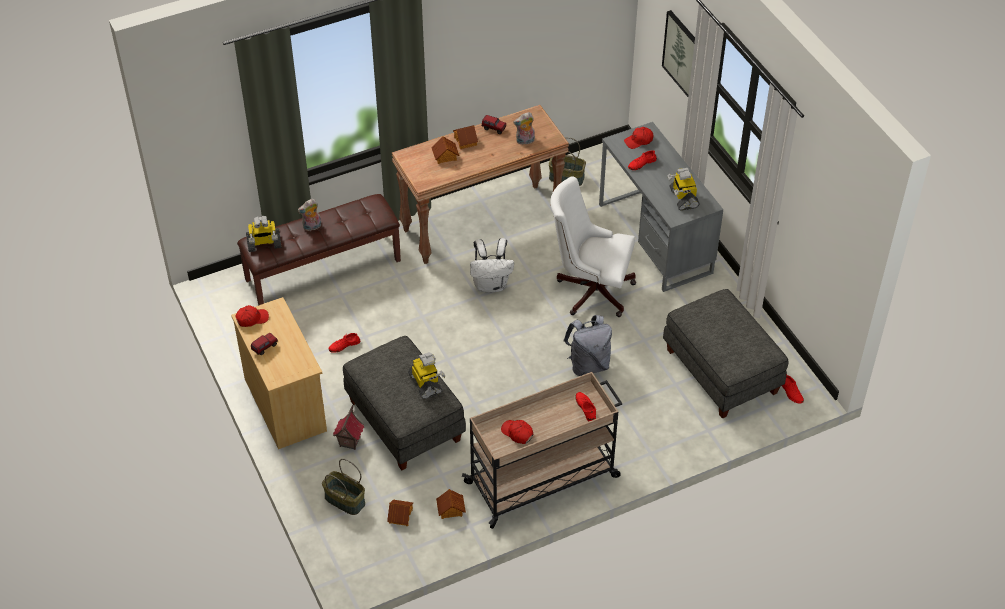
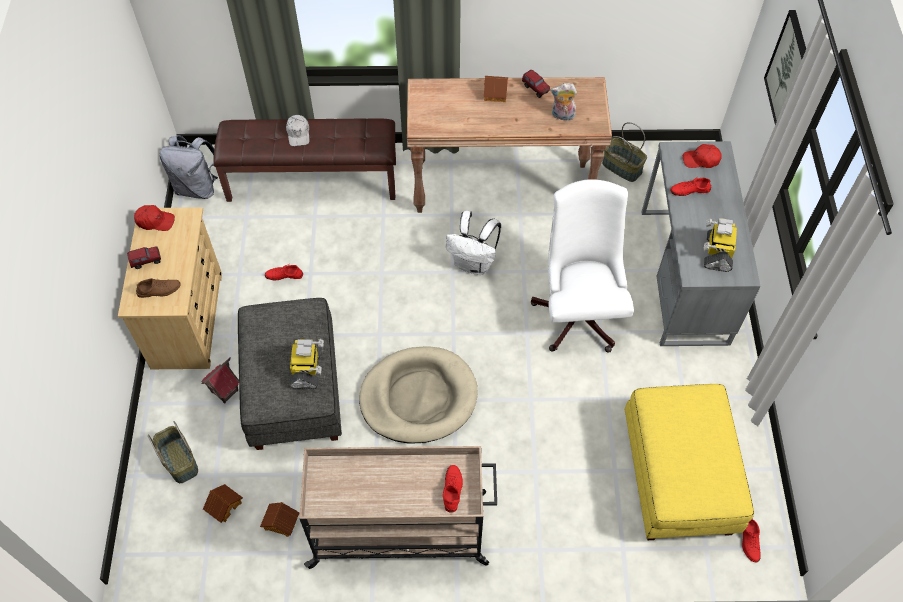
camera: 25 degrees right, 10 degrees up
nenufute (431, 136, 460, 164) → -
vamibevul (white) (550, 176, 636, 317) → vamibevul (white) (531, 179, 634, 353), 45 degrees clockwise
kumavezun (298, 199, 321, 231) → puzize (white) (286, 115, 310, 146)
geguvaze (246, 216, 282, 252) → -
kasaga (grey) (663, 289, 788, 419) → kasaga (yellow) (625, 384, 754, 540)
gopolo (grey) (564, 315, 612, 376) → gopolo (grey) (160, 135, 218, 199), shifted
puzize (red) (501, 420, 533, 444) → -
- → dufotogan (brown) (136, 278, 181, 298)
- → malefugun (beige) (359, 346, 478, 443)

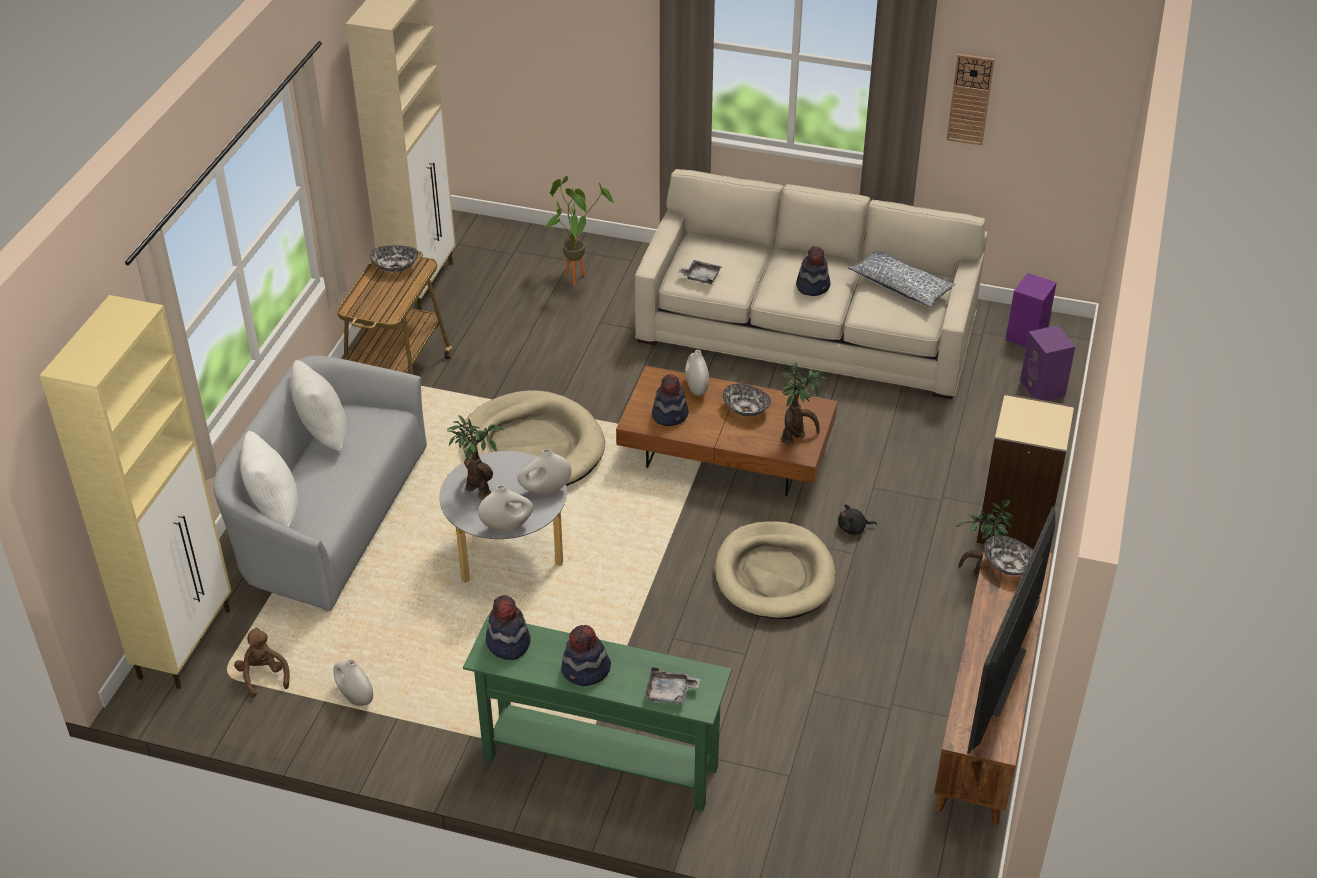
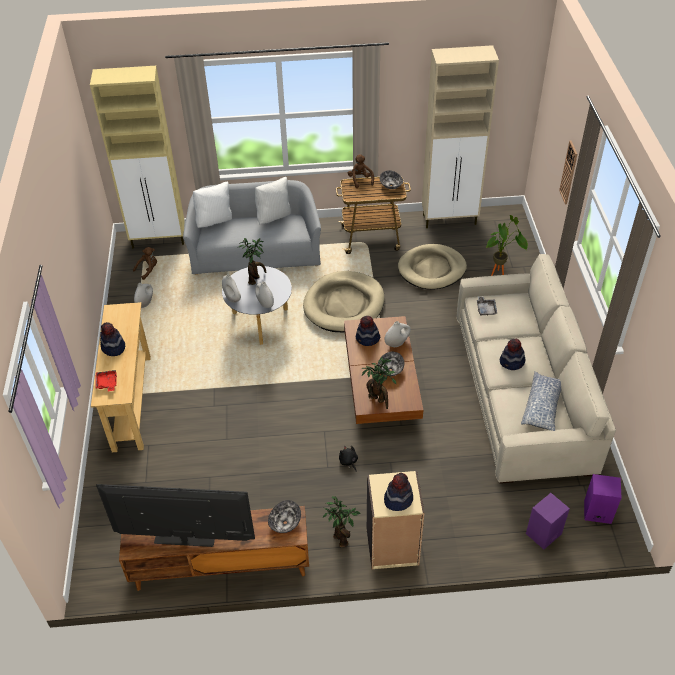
camera: 70 degrees right, 5 degrees up
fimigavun (947, 54, 995, 145) → fimigavun (559, 140, 577, 204), shifted
malefugun (beige) (715, 521, 836, 619) → malefugun (beige) (398, 244, 467, 290), shifted
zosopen (486, 595, 531, 660) → zosopen (384, 473, 413, 511), shifted
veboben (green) (463, 615, 732, 811) → veboben (beige) (91, 302, 151, 452)
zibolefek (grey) (644, 667, 701, 703) → zibolefek (red) (95, 370, 117, 391)
- → kumavezun (brown) (348, 154, 374, 188)

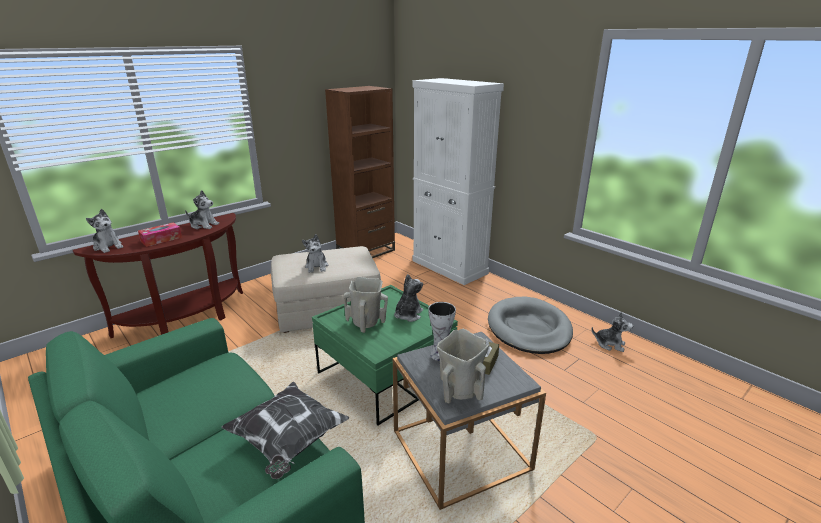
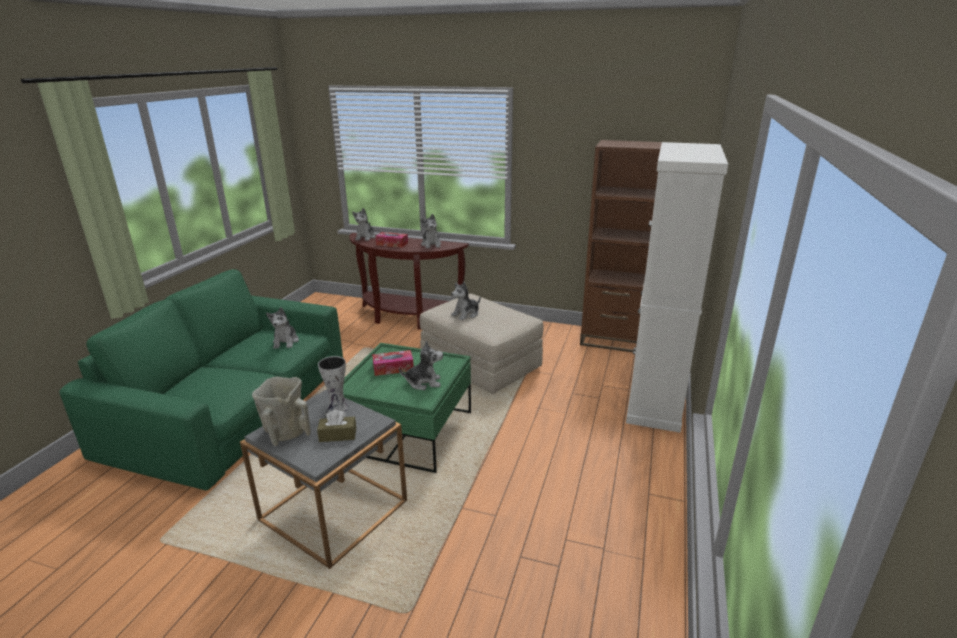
camera: 60 degrees right, 0 degrees up
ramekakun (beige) (343, 277, 388, 333) → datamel (372, 350, 414, 376)
malefugun (grey) (488, 297, 573, 354) → -
kumavezun (592, 312, 633, 352) → kumavezun (266, 307, 299, 349), shifted
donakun (221, 382, 349, 479) → -

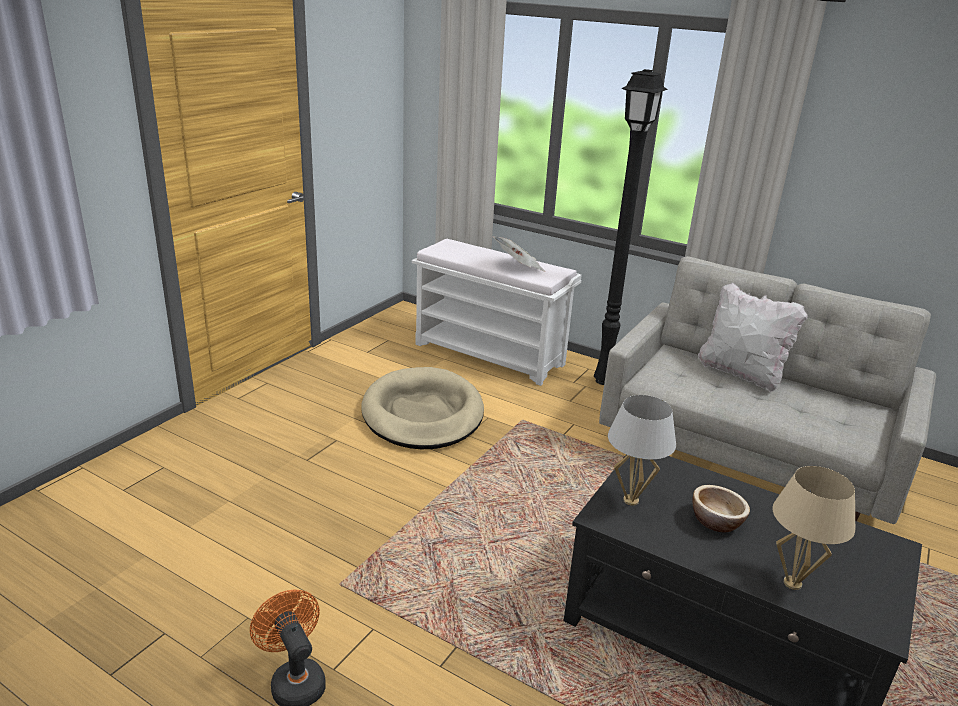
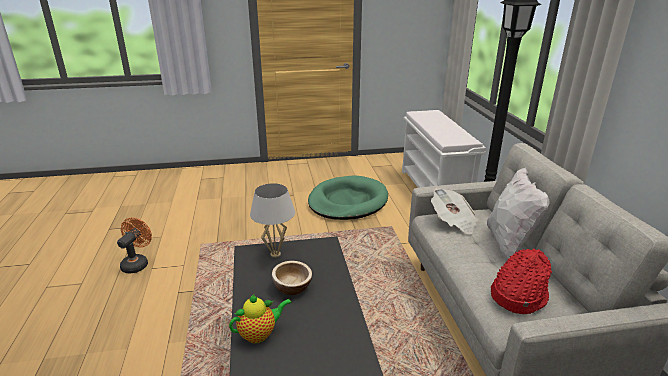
camera: 50 degrees right, 0 degrees up
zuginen (493, 236, 545, 271) → zuginen (431, 188, 479, 235), shifted
malefugun (beige) (361, 367, 484, 449) → malefugun (green) (308, 176, 388, 220)
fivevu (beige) (773, 466, 855, 590) → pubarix (229, 294, 292, 343)
- → zosopen (red) (491, 249, 552, 314)

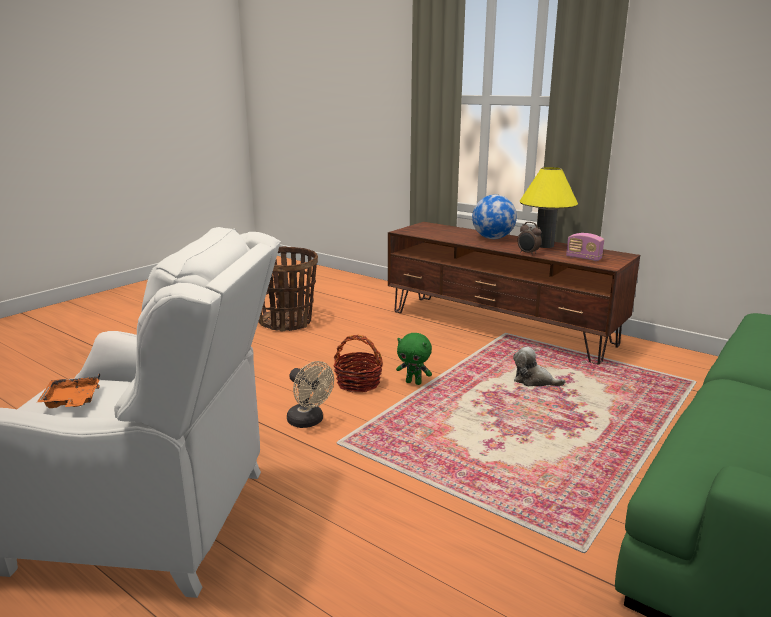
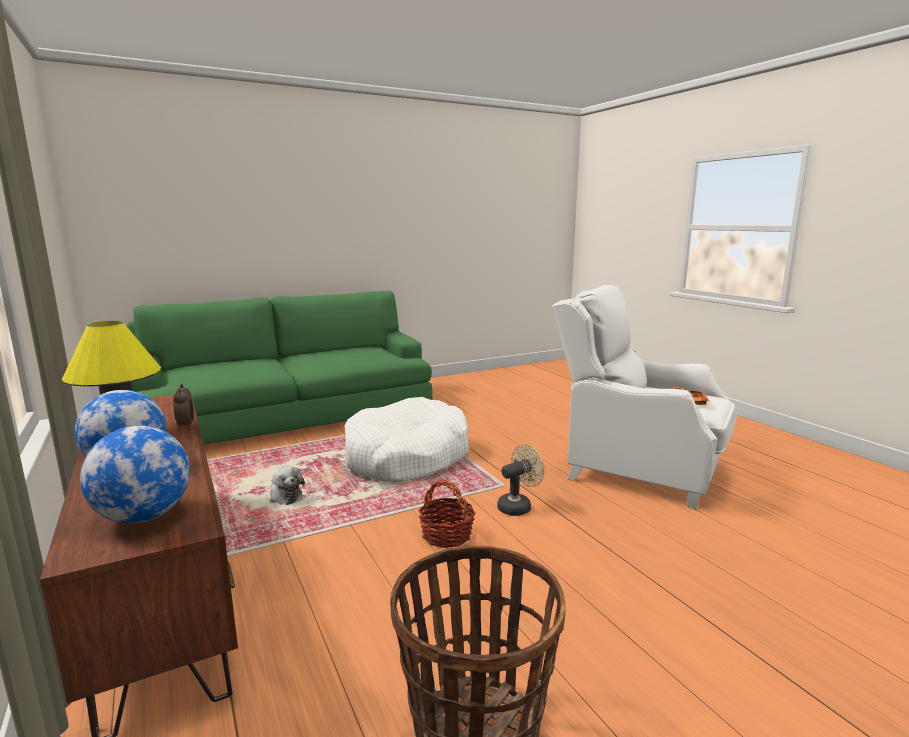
camera: 155 degrees left, 5 degrees down
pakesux (566, 233, 604, 261) → -
kumavezun (green) (396, 333, 432, 385) → -
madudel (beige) (287, 361, 334, 428) → madudel (beige) (497, 444, 544, 516), 75 degrees clockwise
- → malefugun (white) (344, 397, 469, 482)
- → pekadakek (80, 426, 190, 523)

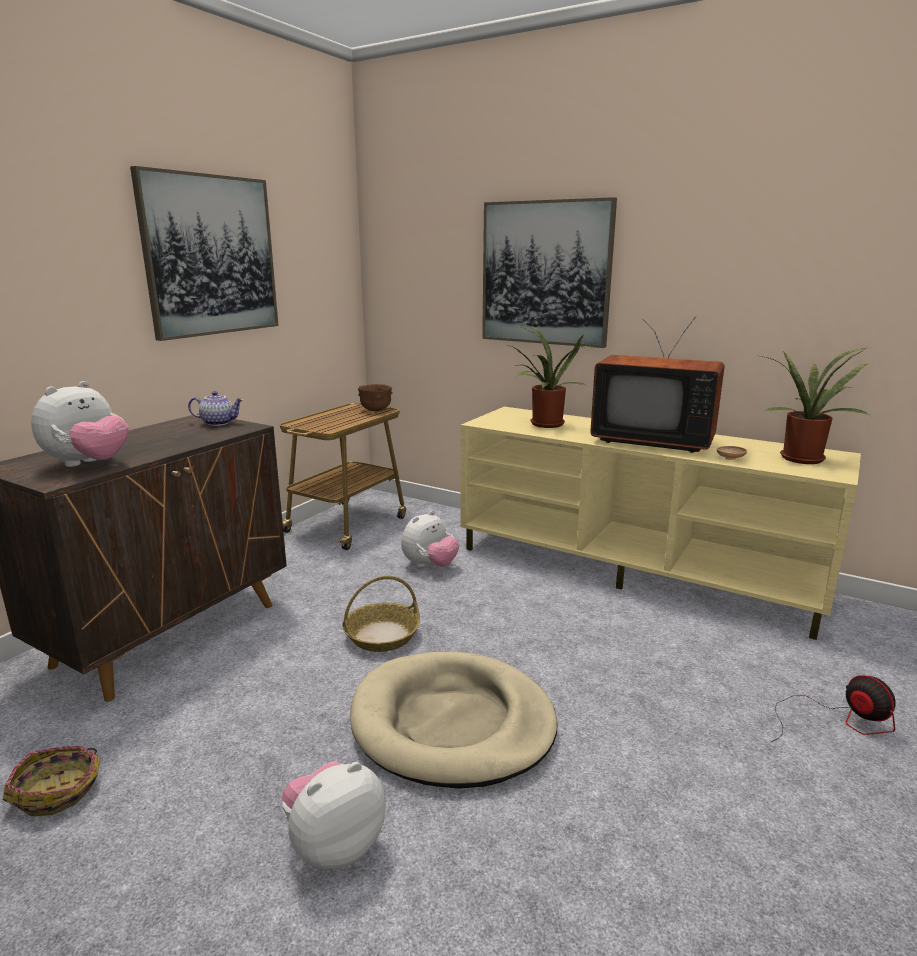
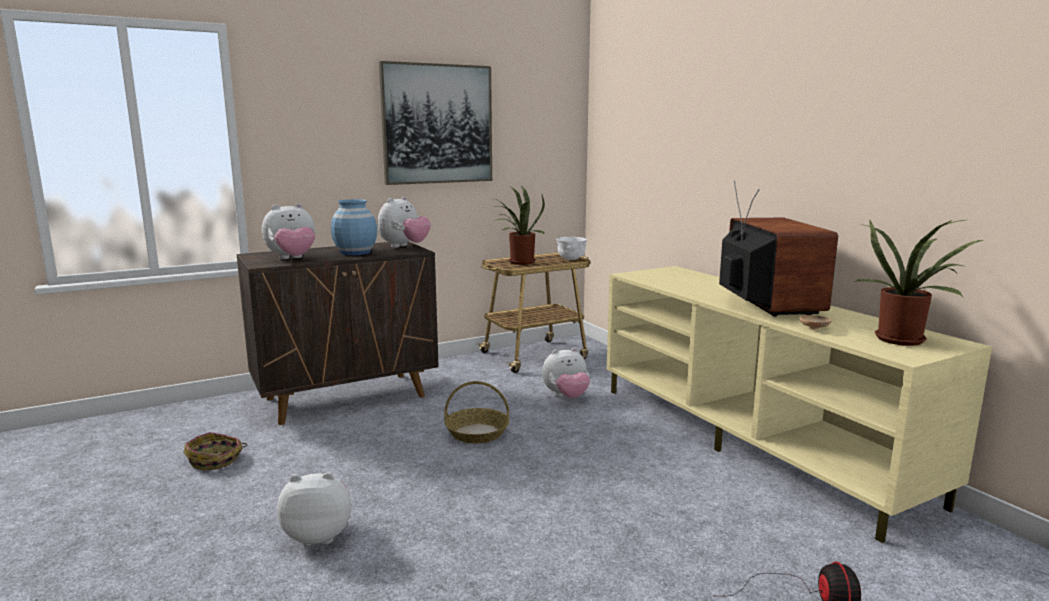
camera: 30 degrees right, 5 degrees down
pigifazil (482, 197, 617, 348) → -
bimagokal (590, 316, 725, 453) → bimagokal (719, 181, 838, 316), 150 degrees counterclockwise
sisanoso (508, 325, 592, 428) → sisanoso (493, 186, 545, 265), shifted
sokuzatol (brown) (358, 384, 393, 411) → sokuzatol (white) (556, 237, 587, 260)
pubarix (188, 391, 243, 426) → kumavezun (378, 196, 431, 248)
malefugun (beige) (350, 652, 557, 789) → -
- → ramekakun (blue) (331, 199, 377, 255)

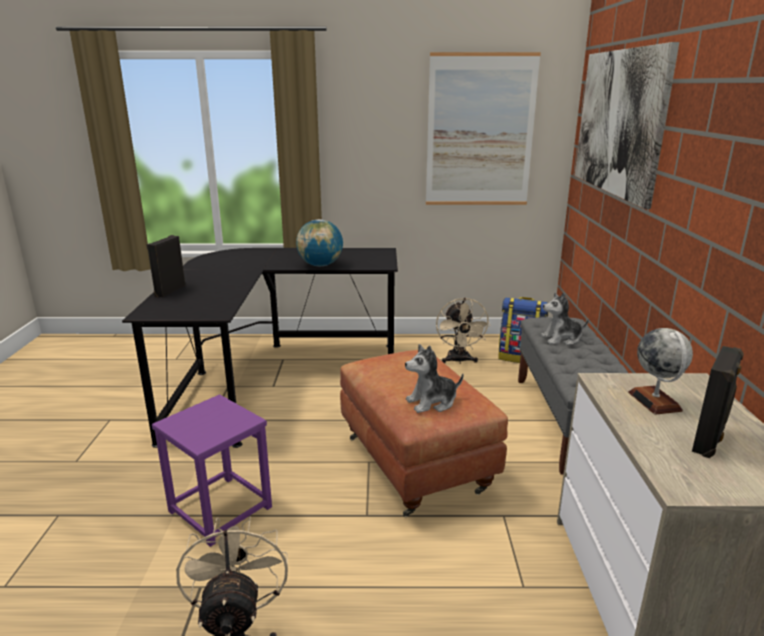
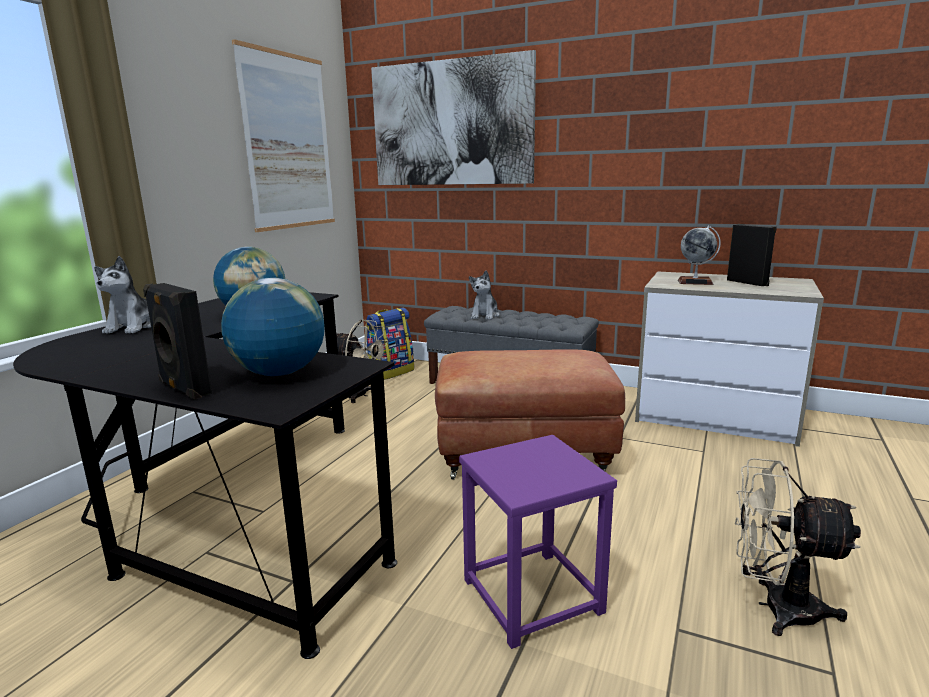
camera: 65 degrees left, 5 degrees down
kumavezun (405, 344, 463, 413) → kumavezun (94, 256, 151, 334), shifted
- → pekadakek (221, 278, 324, 376)

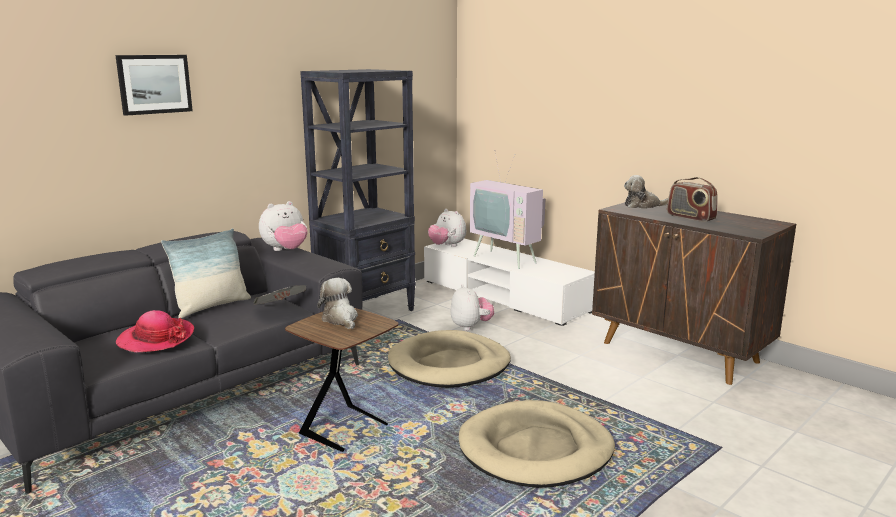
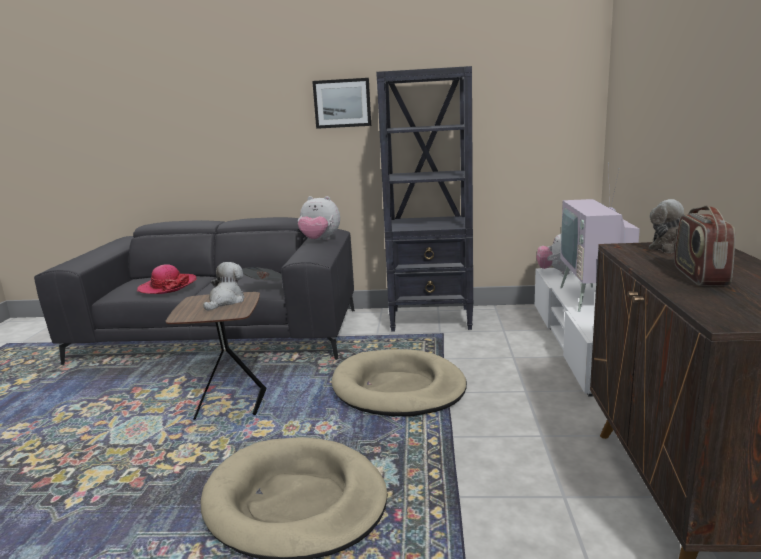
camera: 50 degrees right, 0 degrees up
pigifazil (115, 55, 193, 116) → pigifazil (312, 78, 371, 129), shifted
donakun (161, 228, 251, 318) → -
kumavezun (451, 284, 494, 331) → -

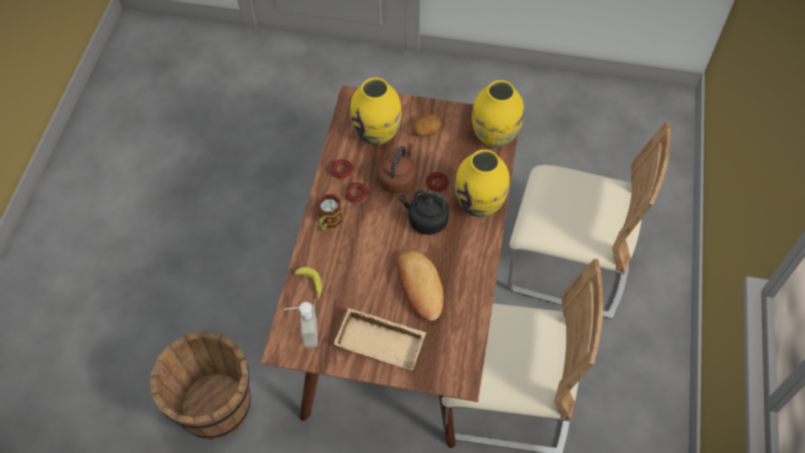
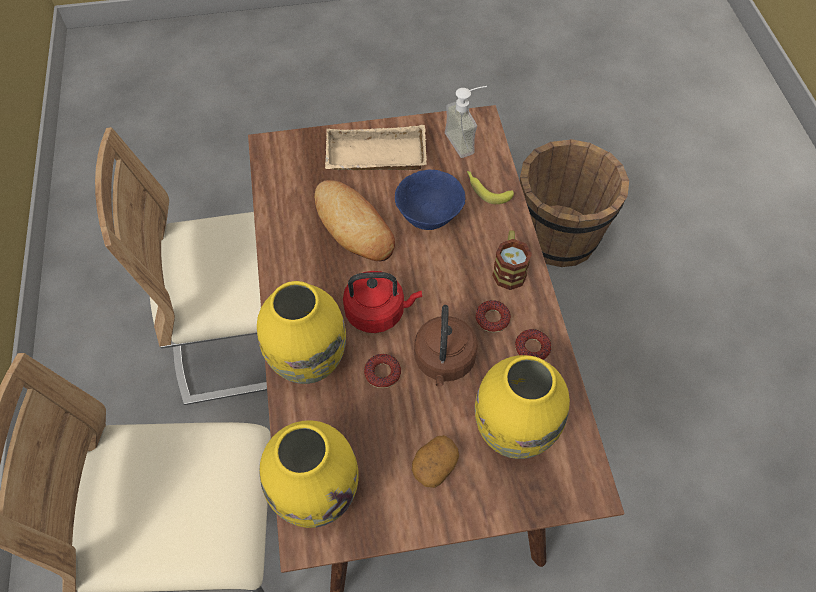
camera: 160 degrees right, 0 degrees up
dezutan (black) (399, 190, 449, 235) → dezutan (red) (343, 271, 422, 333)
- → sokuzatol (blue) (395, 169, 465, 230)

